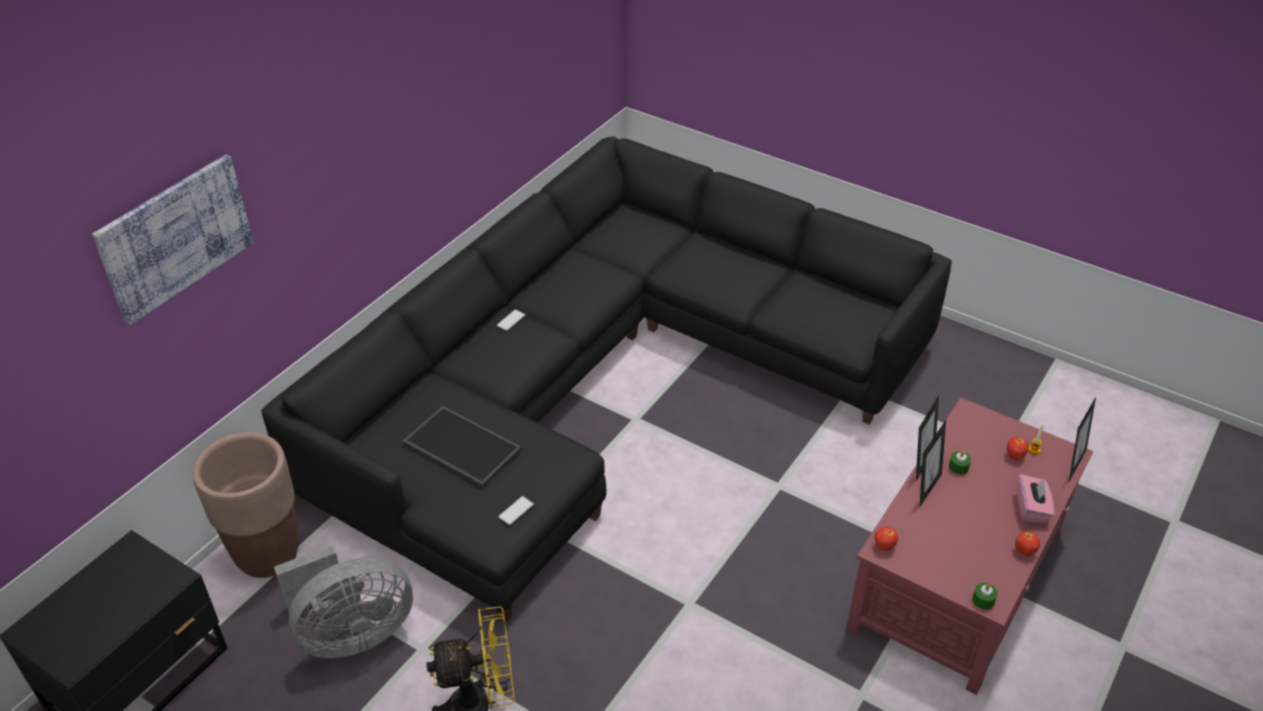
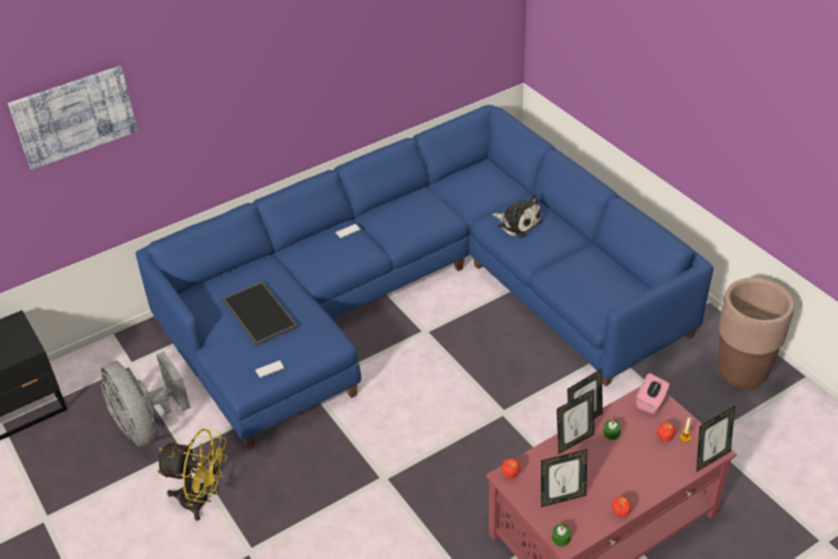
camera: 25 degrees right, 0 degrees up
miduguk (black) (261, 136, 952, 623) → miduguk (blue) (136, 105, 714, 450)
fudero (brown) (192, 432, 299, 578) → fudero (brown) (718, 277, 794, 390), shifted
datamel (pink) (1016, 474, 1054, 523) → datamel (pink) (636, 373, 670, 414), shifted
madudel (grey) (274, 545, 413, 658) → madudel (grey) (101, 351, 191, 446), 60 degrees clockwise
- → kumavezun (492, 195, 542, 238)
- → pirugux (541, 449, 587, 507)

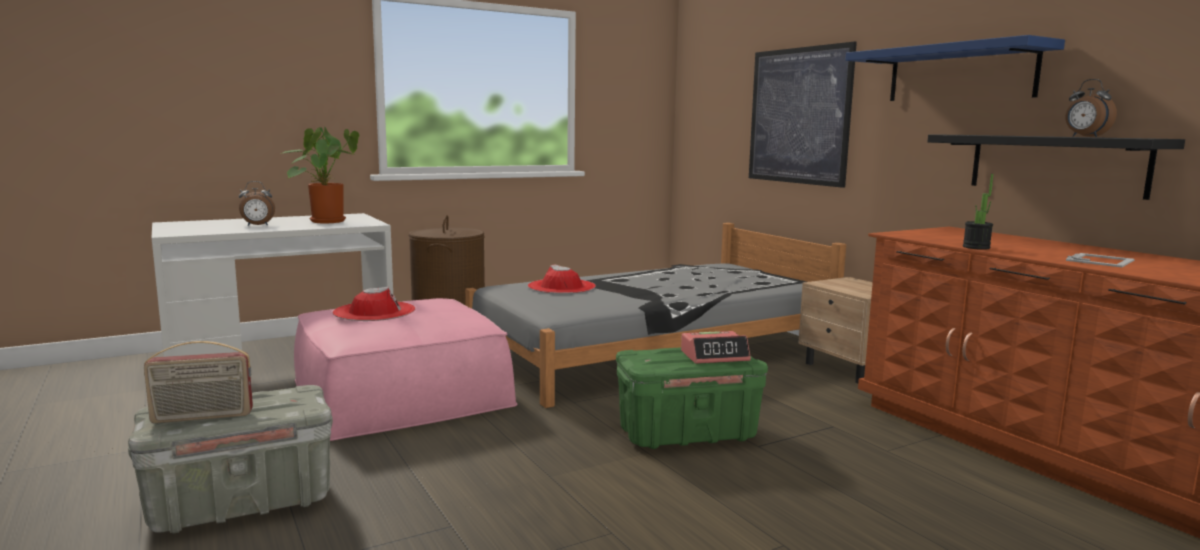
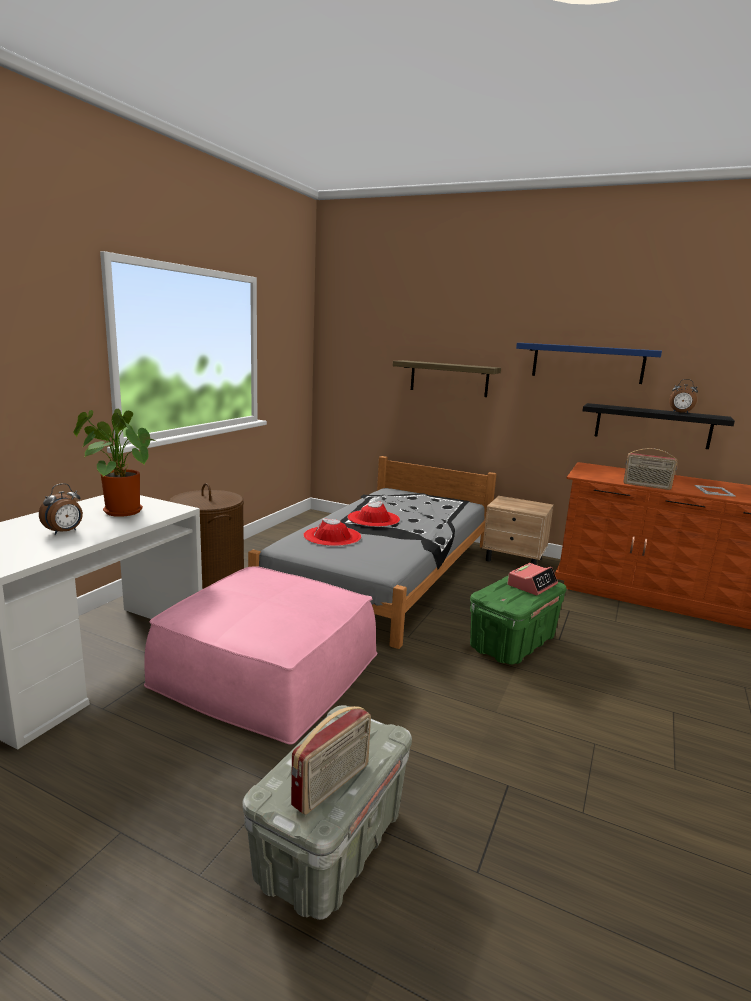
camera: 35 degrees left, 5 degrees up
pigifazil (749, 42, 857, 188) → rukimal (393, 360, 501, 397)
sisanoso (963, 174, 993, 250) → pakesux (623, 448, 677, 490)
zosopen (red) (333, 287, 415, 321) → zosopen (red) (347, 501, 400, 527), shifted

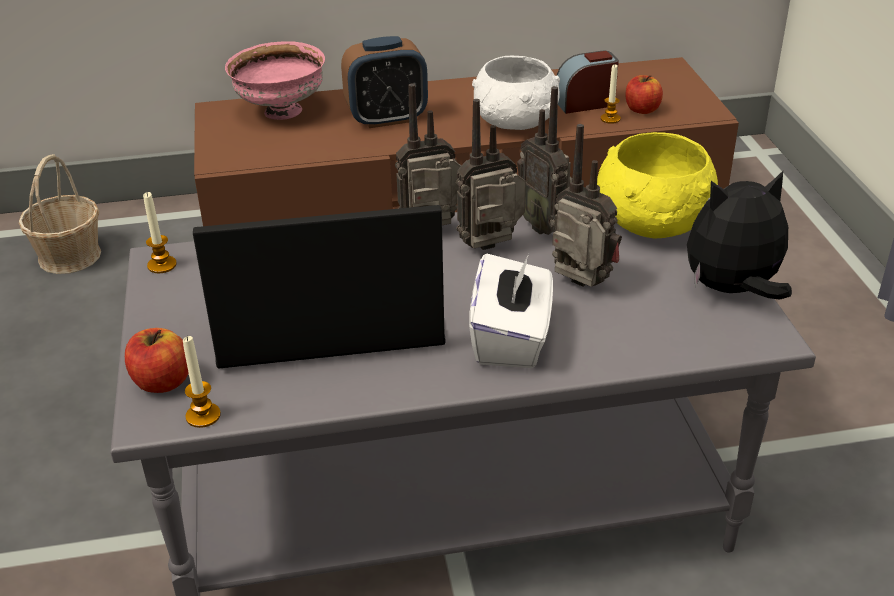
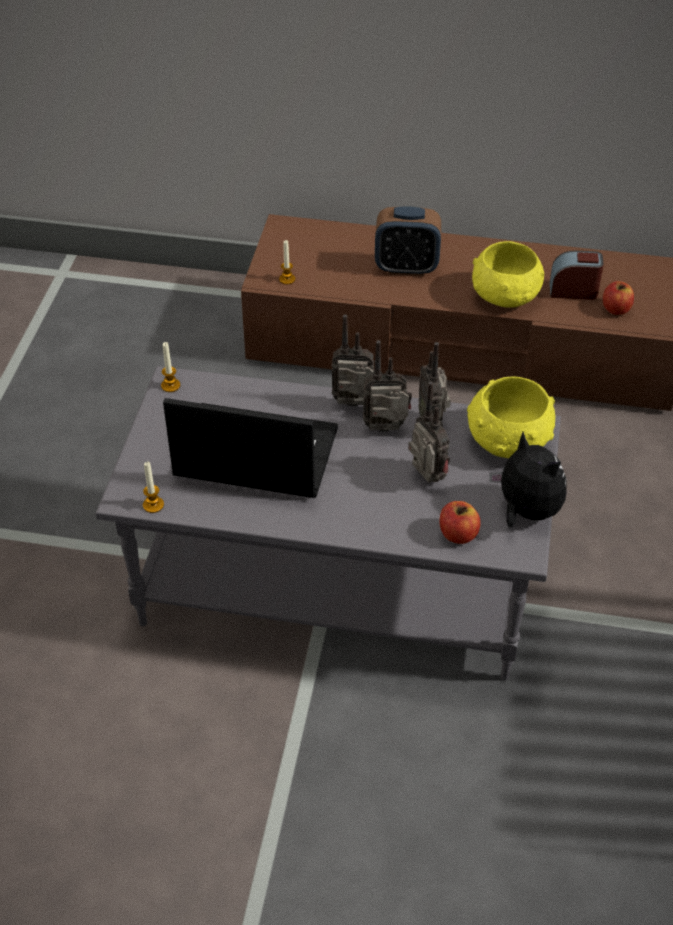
camera: 20 degrees right, 10 degrees up
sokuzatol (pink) (225, 41, 325, 120) → -
sokuzatol (white) (472, 56, 560, 130) → sokuzatol (yellow) (472, 241, 544, 308)
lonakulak (601, 65, 621, 124) → lonakulak (279, 240, 295, 285), shifted
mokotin (19, 154, 101, 274) → -
kumavezun (687, 171, 792, 300) → kumavezun (489, 432, 567, 528), 45 degrees clockwise
datamel (white) (469, 252, 553, 368) → -
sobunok (125, 328, 189, 393) → sobunok (439, 501, 481, 544), shifted

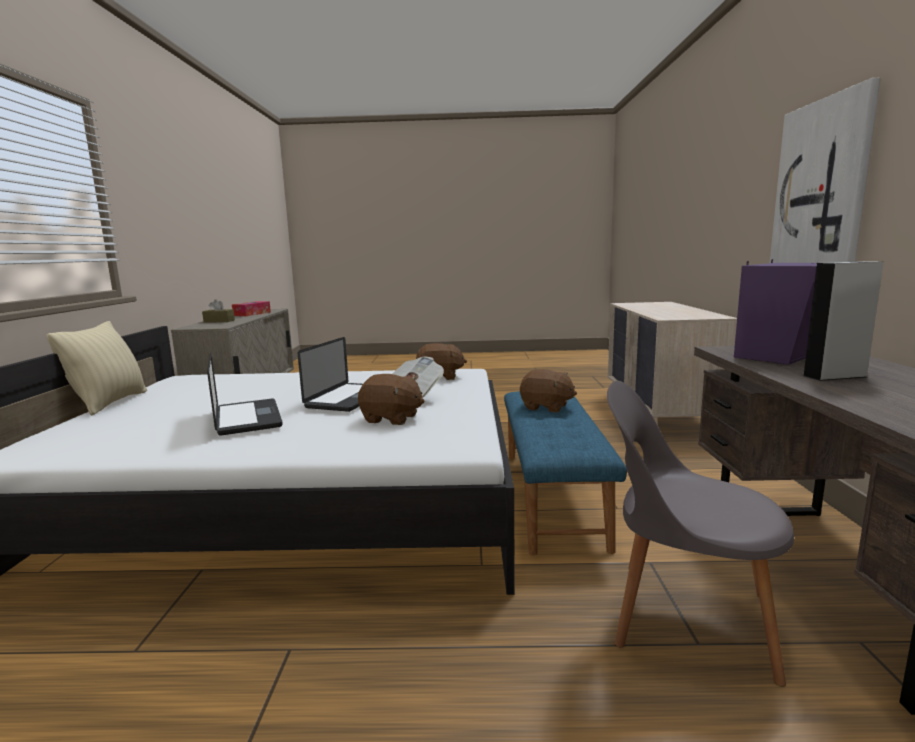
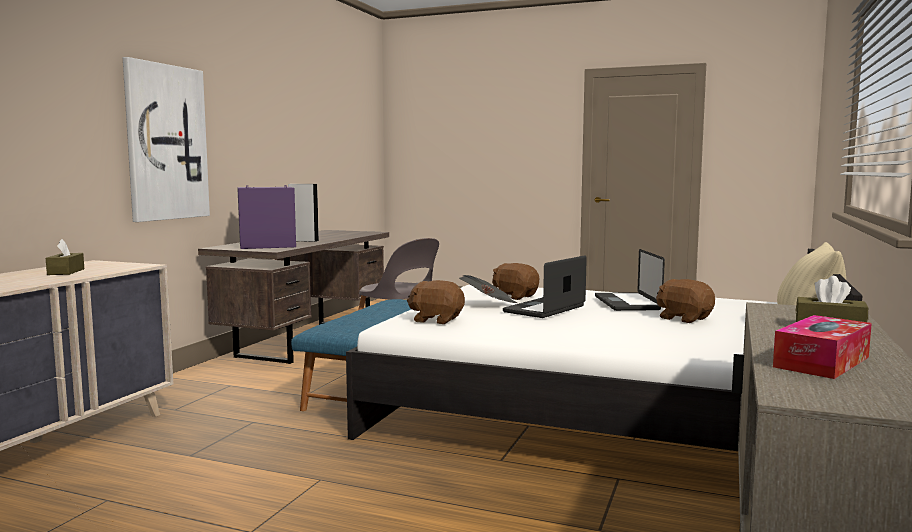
camera: 160 degrees left, 5 degrees down
kumavezun (brown) (520, 369, 577, 413) → kumavezun (brown) (656, 279, 715, 323), shifted
- → datamel (brown) (46, 239, 84, 275)

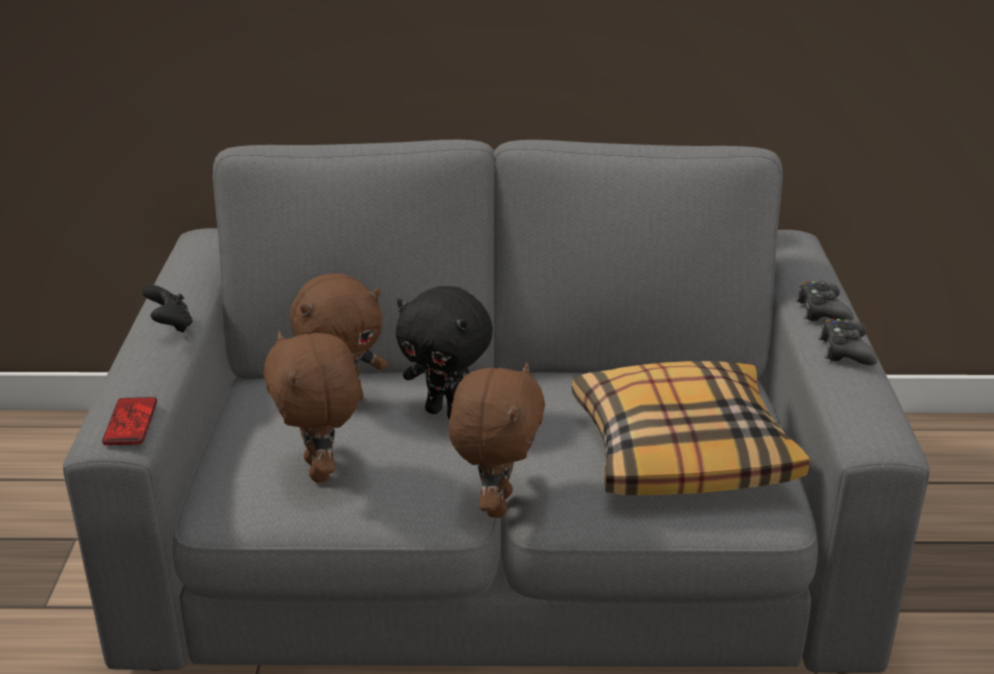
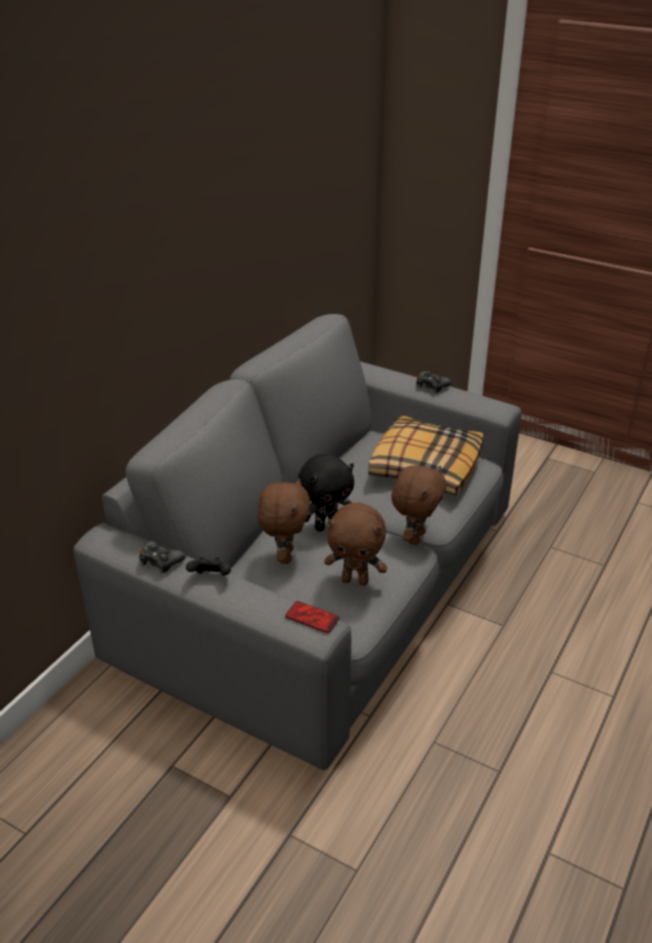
camera: 60 degrees left, 5 degrees up
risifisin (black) (795, 281, 854, 321) → risifisin (black) (139, 541, 186, 574), shifted
kumavezun (brown) (449, 363, 545, 518) → kumavezun (brown) (391, 465, 446, 545), 75 degrees clockwise

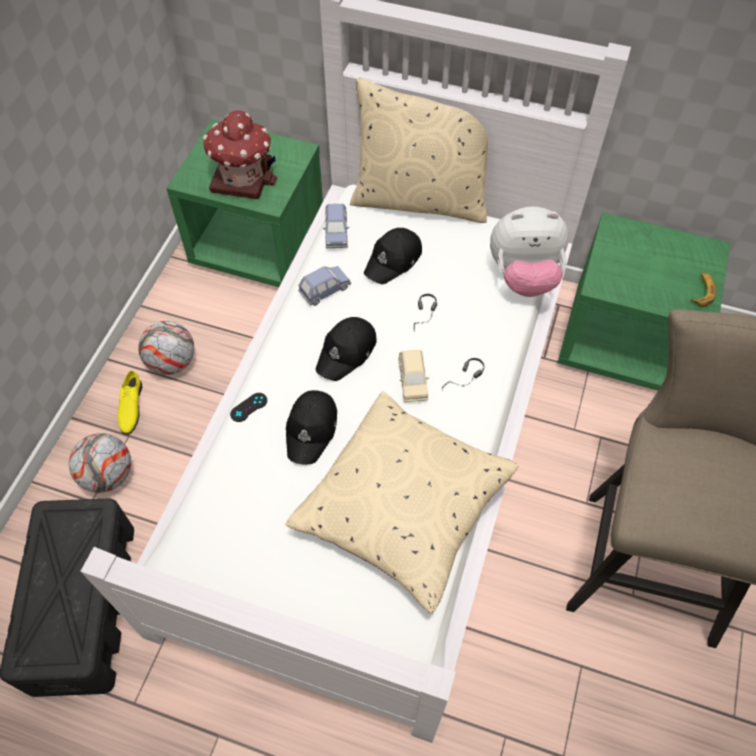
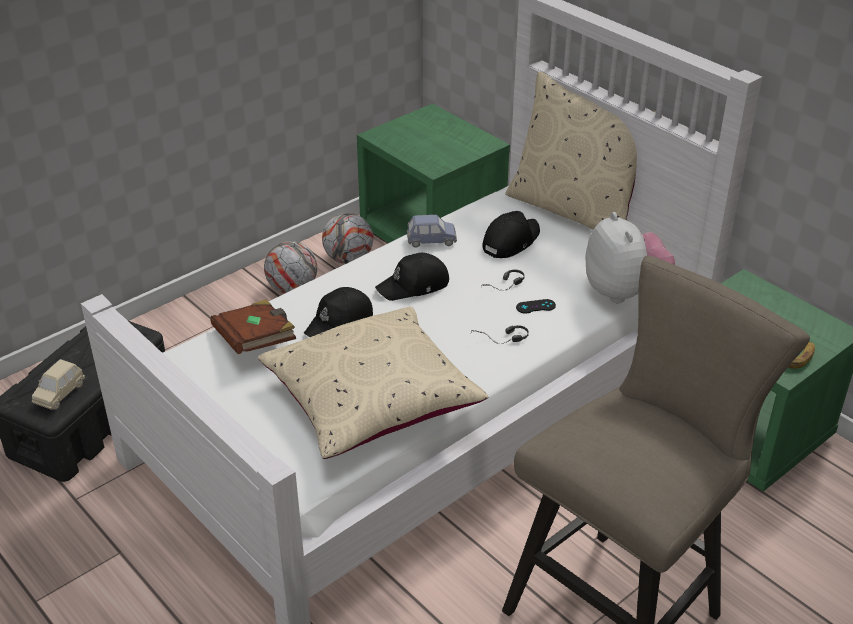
camera: 30 degrees right, 20 degrees down
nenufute (203, 110, 277, 199) → -
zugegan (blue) (323, 204, 349, 248) → -
kumavezun (490, 207, 569, 297) → kumavezun (586, 212, 675, 303), 135 degrees counterclockwise
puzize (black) (364, 228, 422, 284) → puzize (black) (482, 211, 540, 258), 150 degrees clockwise
zugegan (beige) (398, 350, 429, 402) → zugegan (beige) (32, 359, 85, 410), shifted
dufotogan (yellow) (118, 371, 142, 435) → -
risifisin (black) (230, 393, 267, 422) → risifisin (black) (516, 299, 556, 314), shifted
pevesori (69, 433, 131, 493) → pevesori (322, 213, 373, 264), shifted
- → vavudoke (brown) (210, 299, 296, 354)

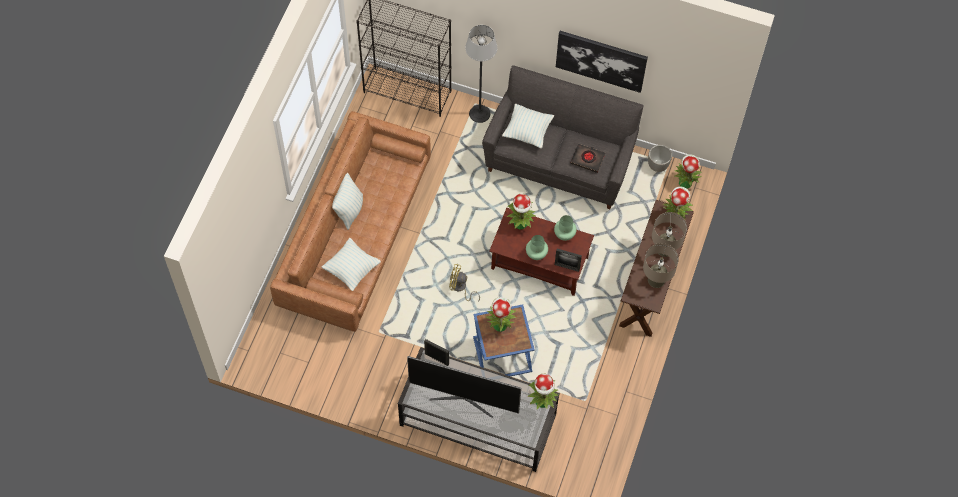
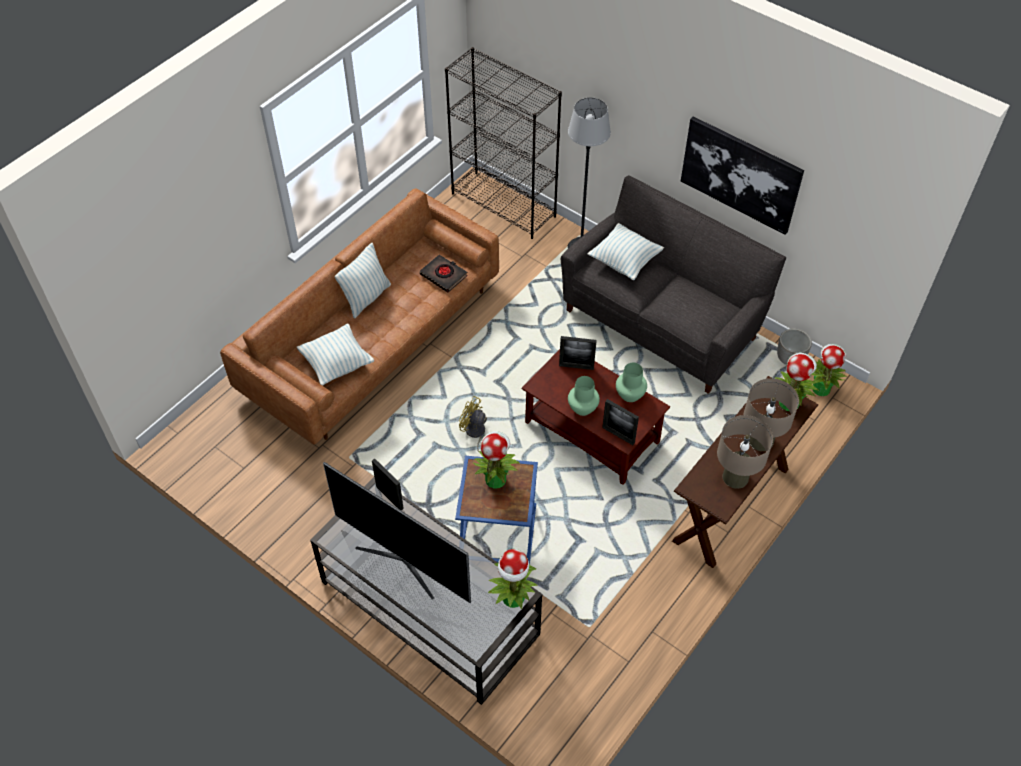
camera: 20 degrees right, 10 degrees down
vavudoke (black) (571, 144, 605, 173) → vavudoke (black) (420, 255, 468, 292), shifted
sisanoso (506, 194, 535, 229) → pirugux (559, 336, 597, 370)

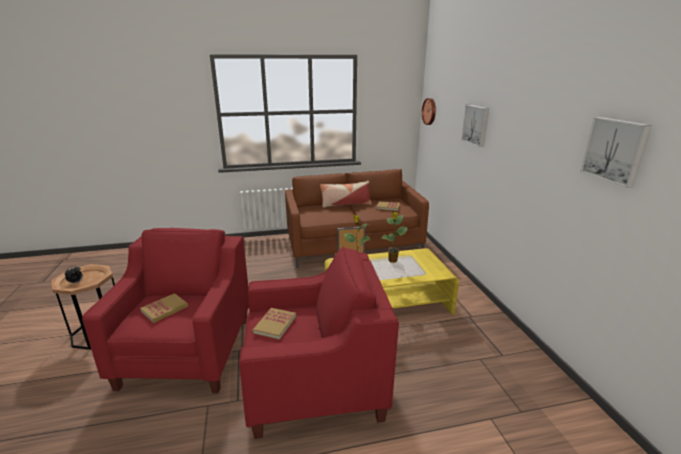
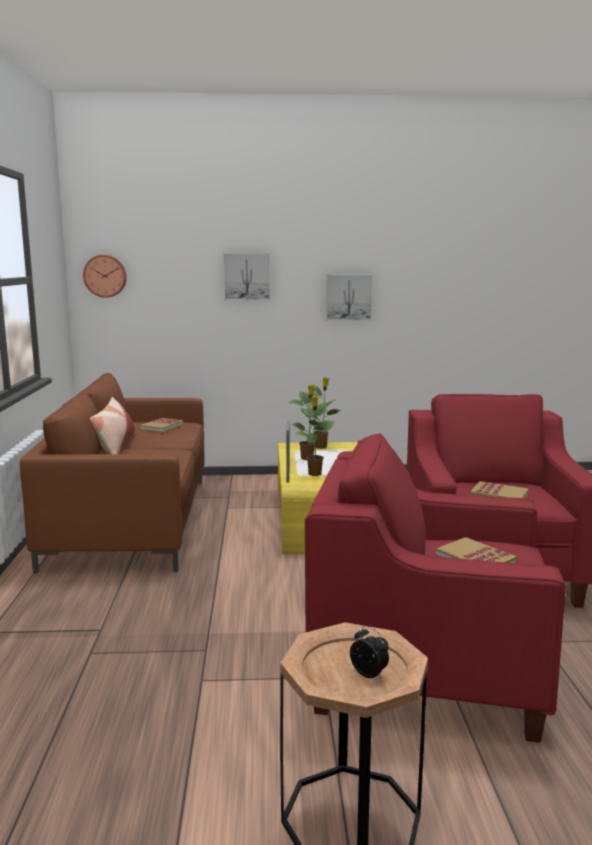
camera: 80 degrees left, 10 degrees down
pigifazil (580, 117, 652, 188) → pigifazil (326, 274, 373, 321), shifted
- → sisanoso (308, 377, 340, 449)

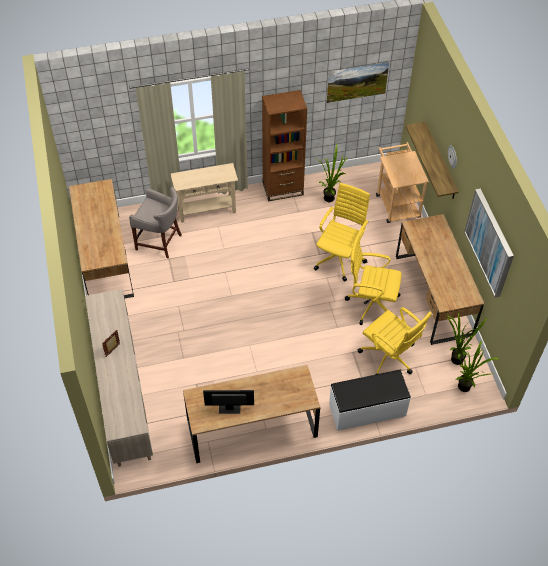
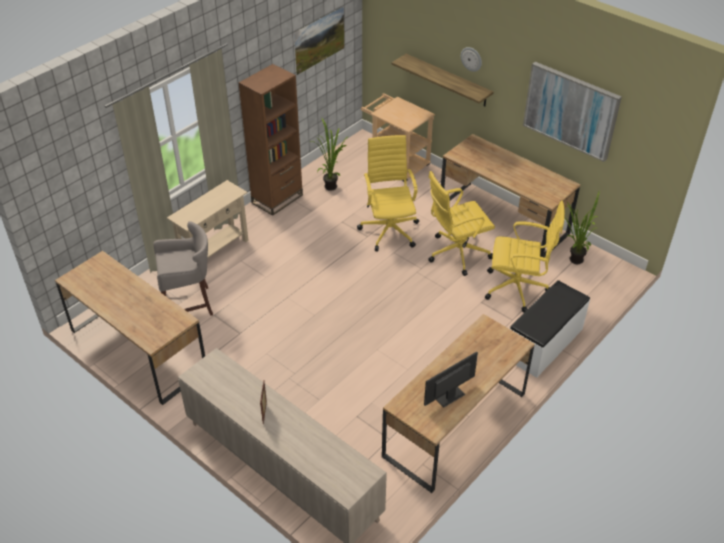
camera: 35 degrees left, 10 degrees down
sisanoso (456, 340, 500, 392) → -

